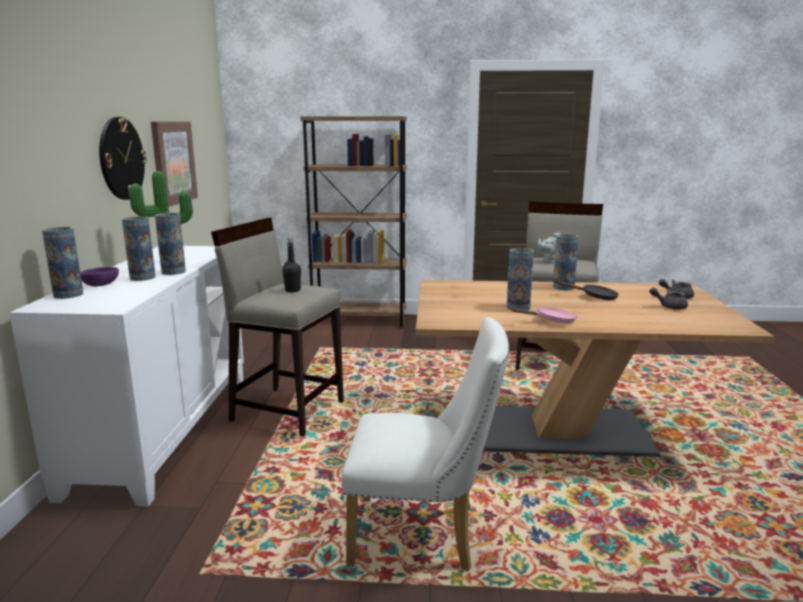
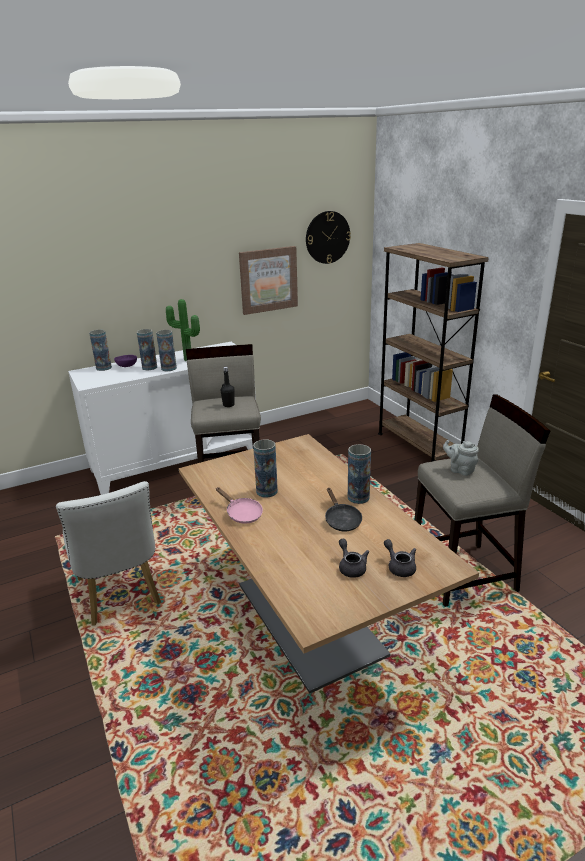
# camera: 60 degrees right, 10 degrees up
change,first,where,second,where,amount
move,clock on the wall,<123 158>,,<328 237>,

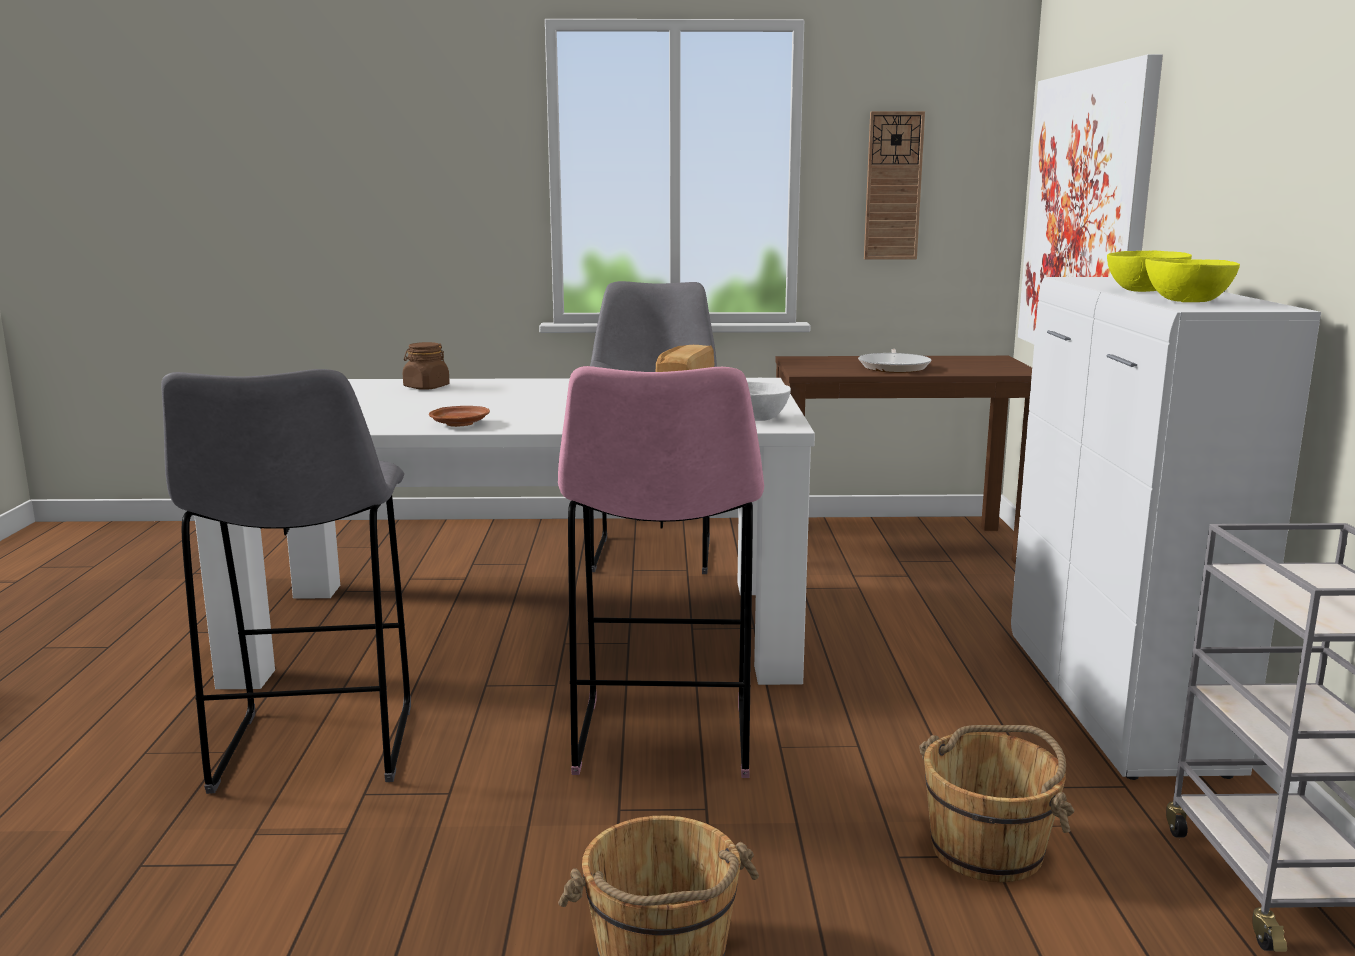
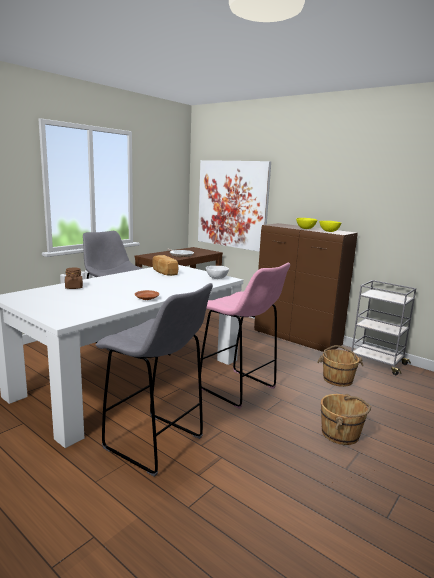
# camera: 50 degrees left, 0 degrees up
change,first,where,second,where,amount
delete,clock on the wall,<894 185>,,,
recolor,storage cabinet (white),<1166 528>,storage cabinet (brown-coloured),<306 287>,

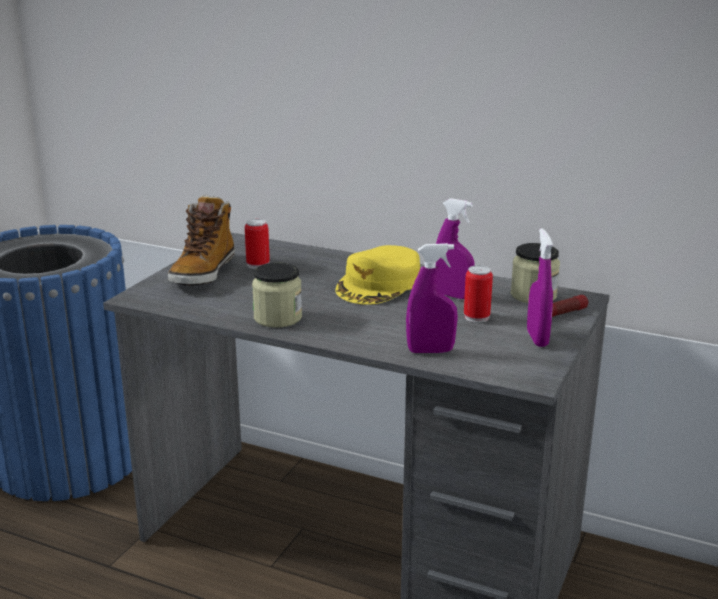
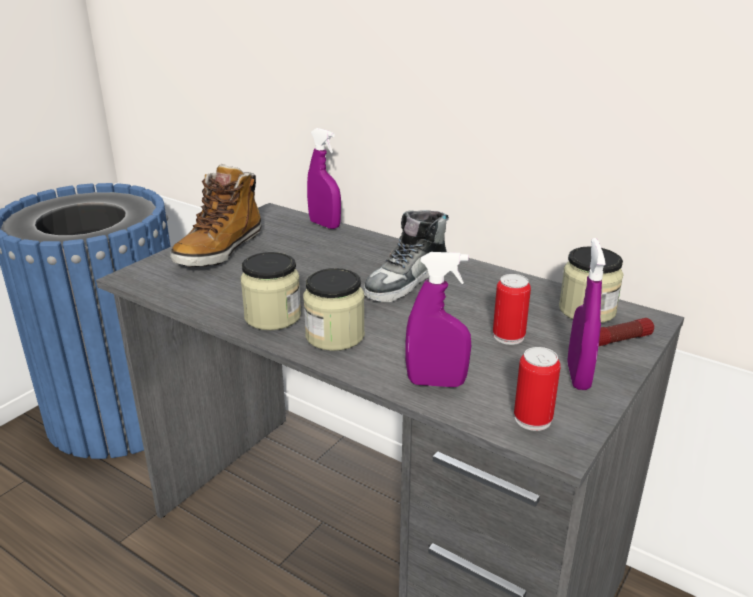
# camera: 10 degrees right, 5 degrees up
change,first,where,second,where,amount
move,sprayer (purple),<455 248>,,<324 178>,
move,metal can,<257 244>,,<537 389>,
replace,baseball cap (yellowish),<378 275>,low shoe,<406 256>,
insert,,,preserve jar,<334 309>,

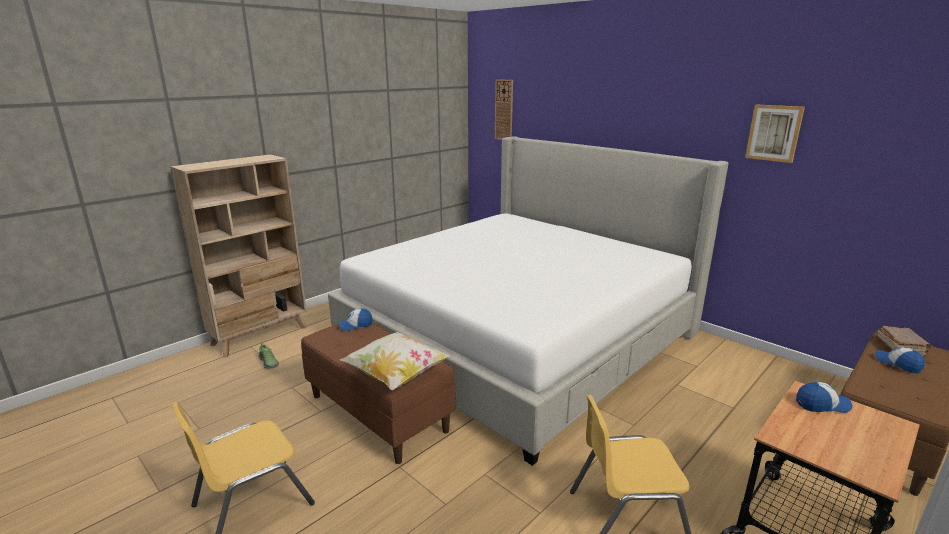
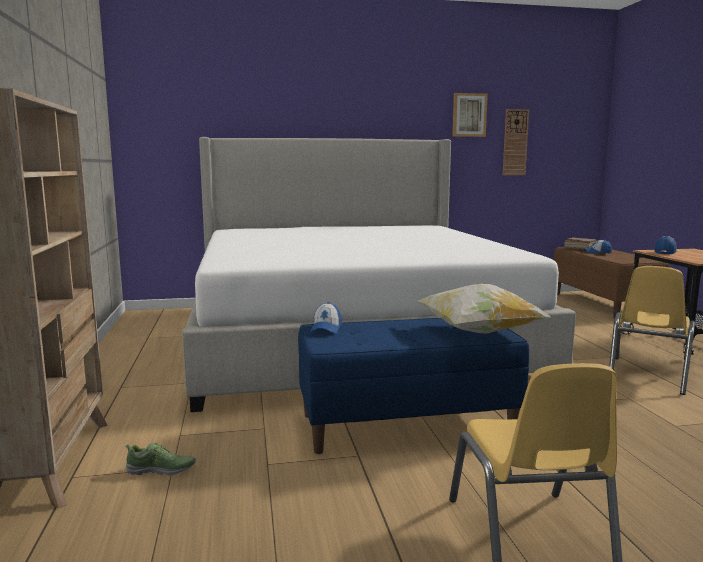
# camera: 55 degrees left, 10 degrees down
change,first,where,second,where,amount
move,clock on the wall,<504 109>,,<516 142>,
recolor,long seat (brown-coloured),<378 393>,long seat (blue-coloured),<413 386>,

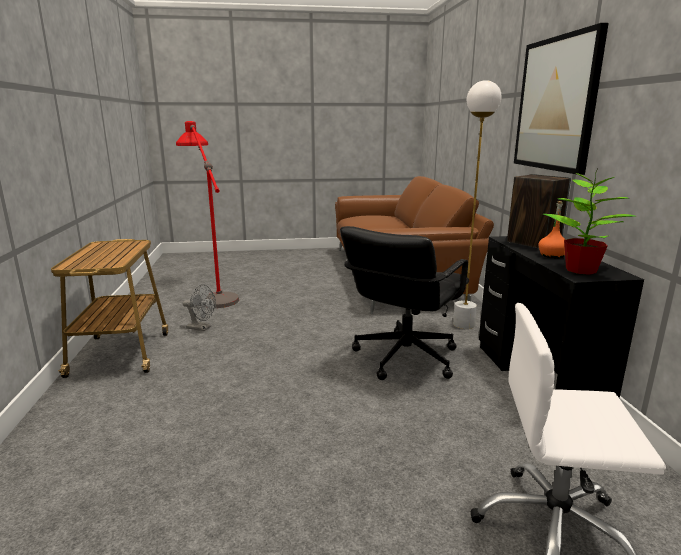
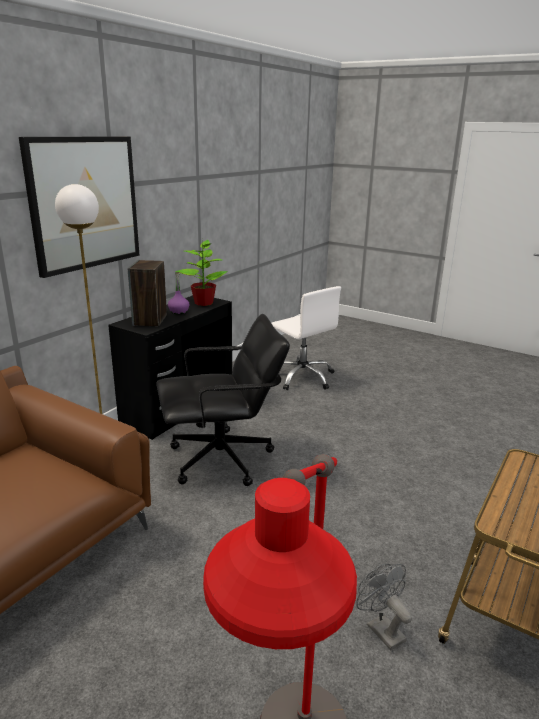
# camera: 140 degrees left, 5 degrees up
change,first,where,second,where,amount
recolor,drink bottle (orange),<552 229>,drink bottle (purple),<178 293>,

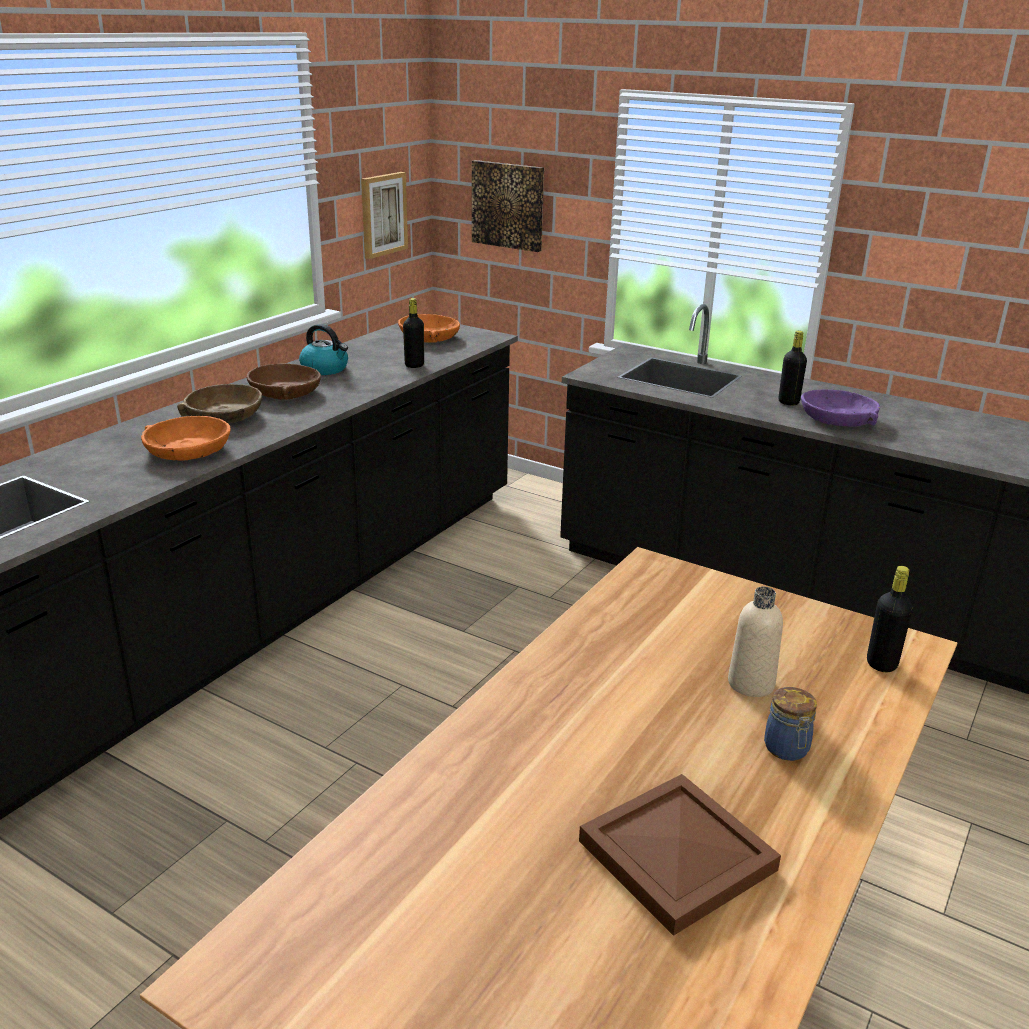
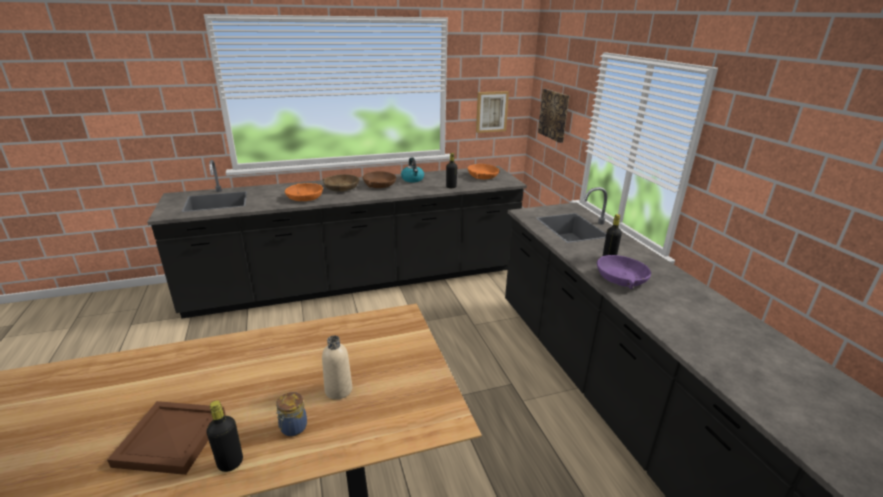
# camera: 40 degrees right, 0 degrees up
change,first,where,second,where,amount
move,drink bottle (black-coloured),<889 619>,,<225 436>,

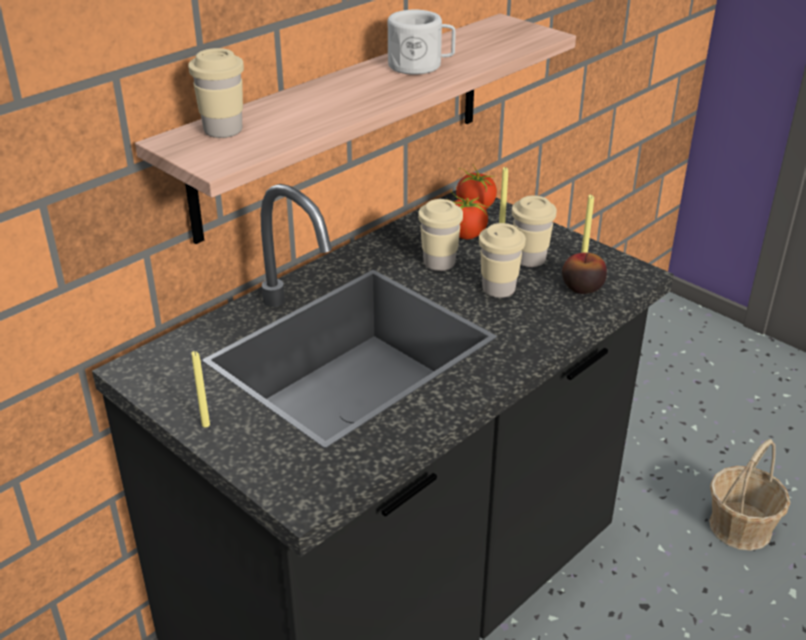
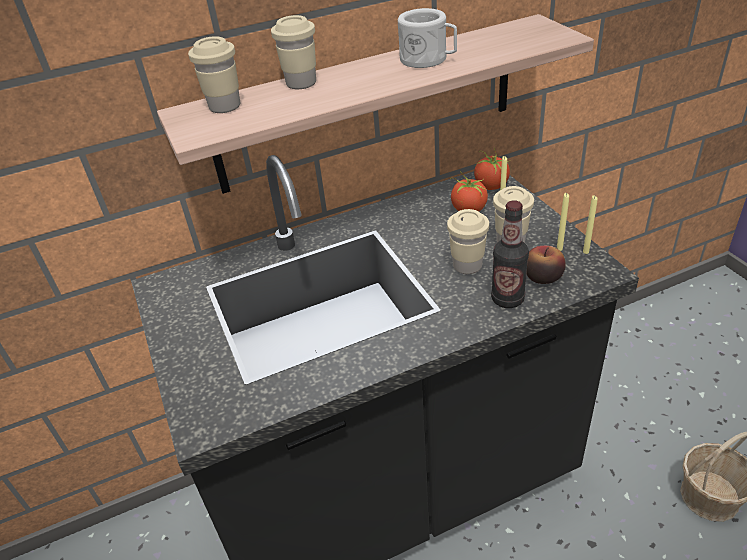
# camera: 25 degrees right, 5 degrees up
change,first,where,second,where,amount
move,small cup (beige),<440 235>,,<293 52>,
move,candle (yellowish),<200 389>,,<590 225>,
insert,,,drink bottle,<510 254>,

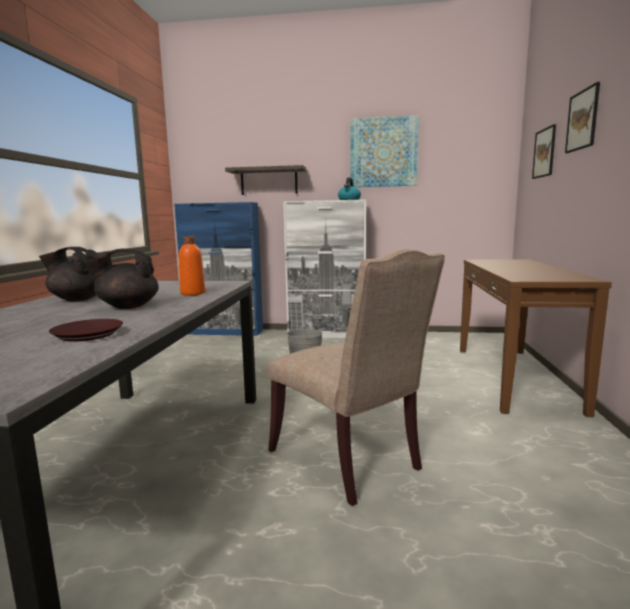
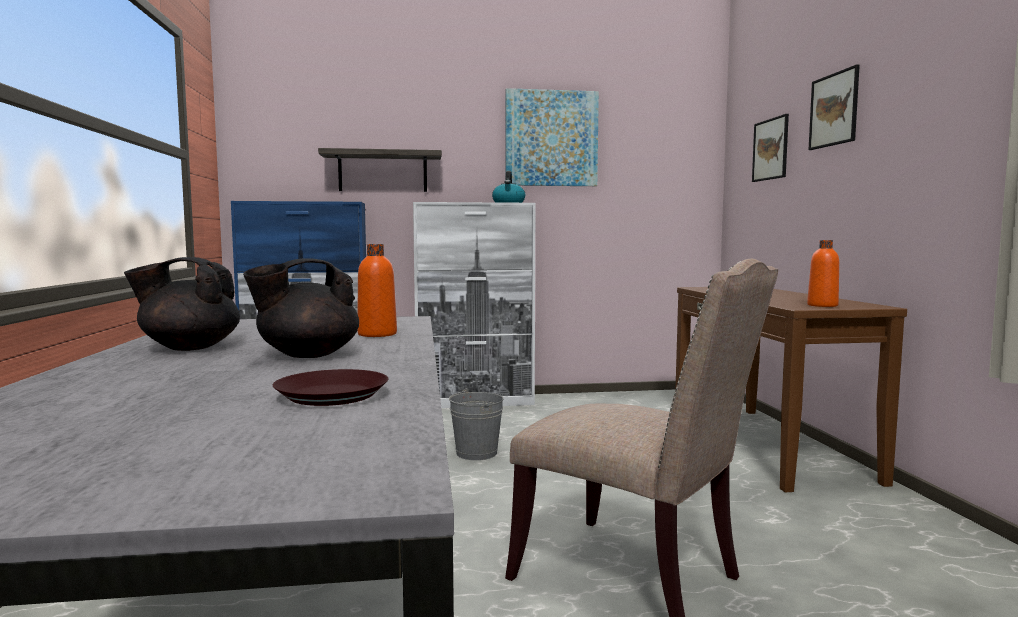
# camera: 15 degrees left, 5 degrees down
change,first,where,second,where,amount
insert,,,drink bottle (orange),<823 273>,

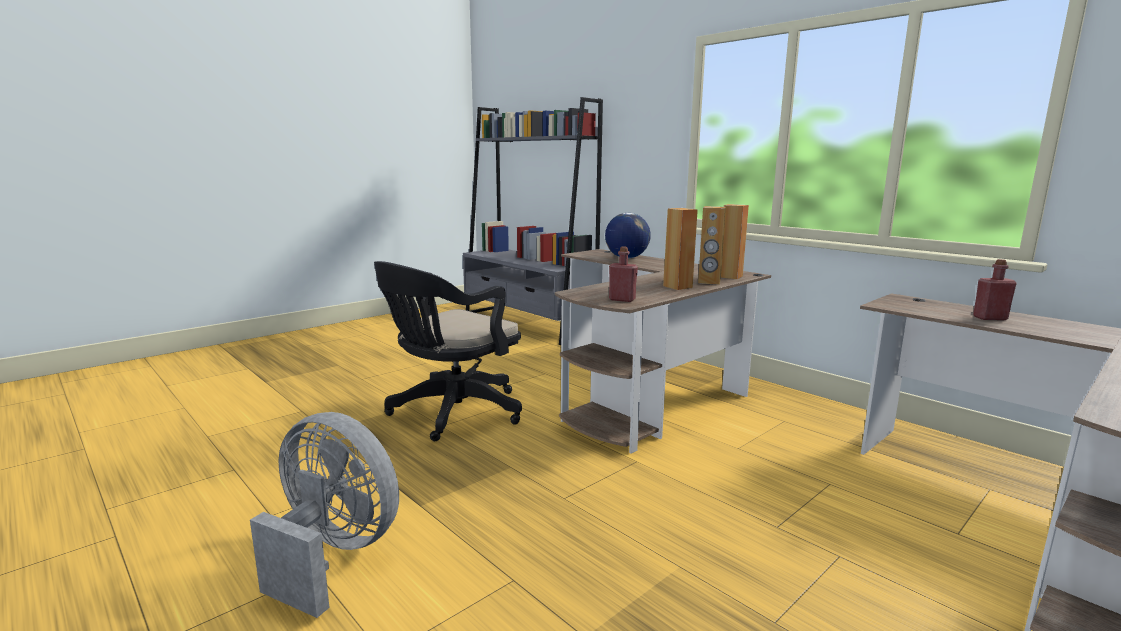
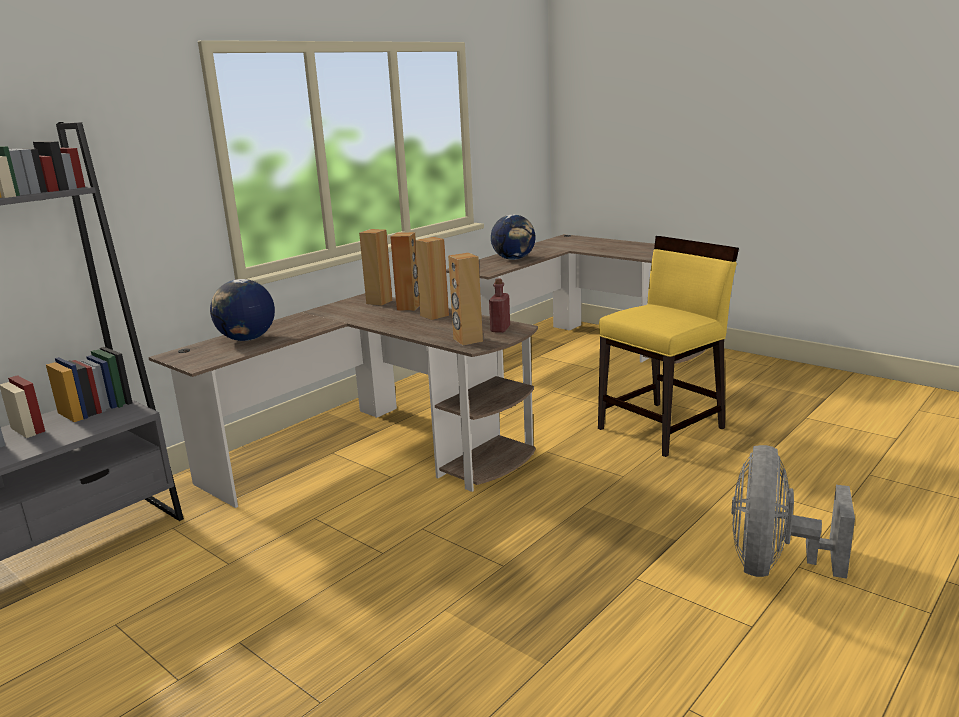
# camera: 95 degrees left, 5 degrees up
change,first,where,second,where,amount
replace,drink bottle (reddish),<995 289>,globe,<513 237>,
delete,computer chair (black-coloured),<448 351>,,,
insert,,,upright chair (yellowish),<668 346>,
insert,,,audio speaker (brown-coloured),<465 299>,

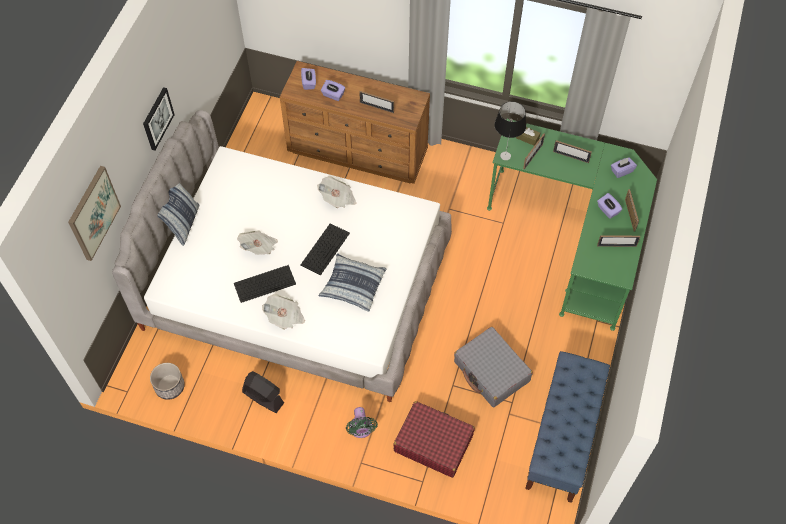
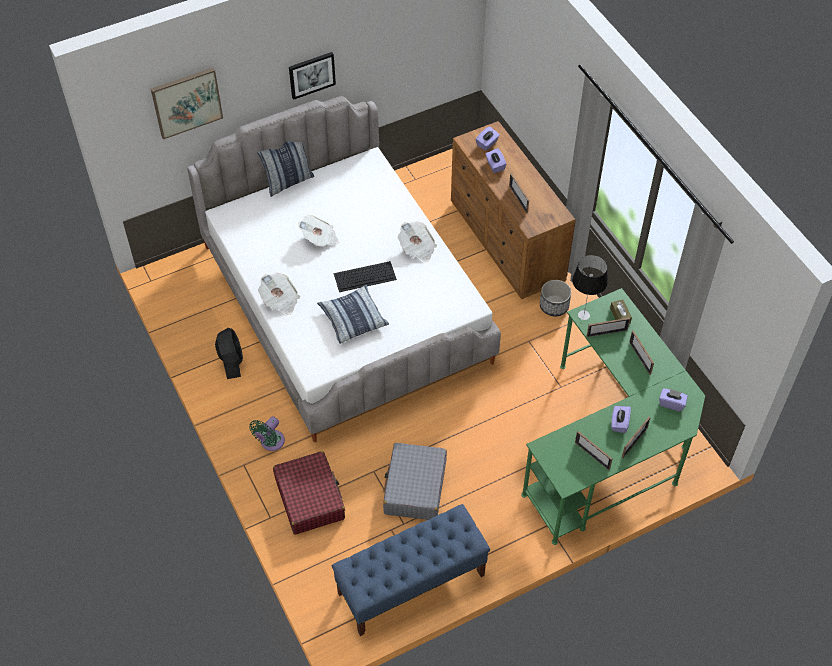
# camera: 45 degrees right, 5 degrees down
change,first,where,second,where,amount
delete,PC keyboard,<265 284>,,,
move,planter,<167 381>,,<555 298>,

